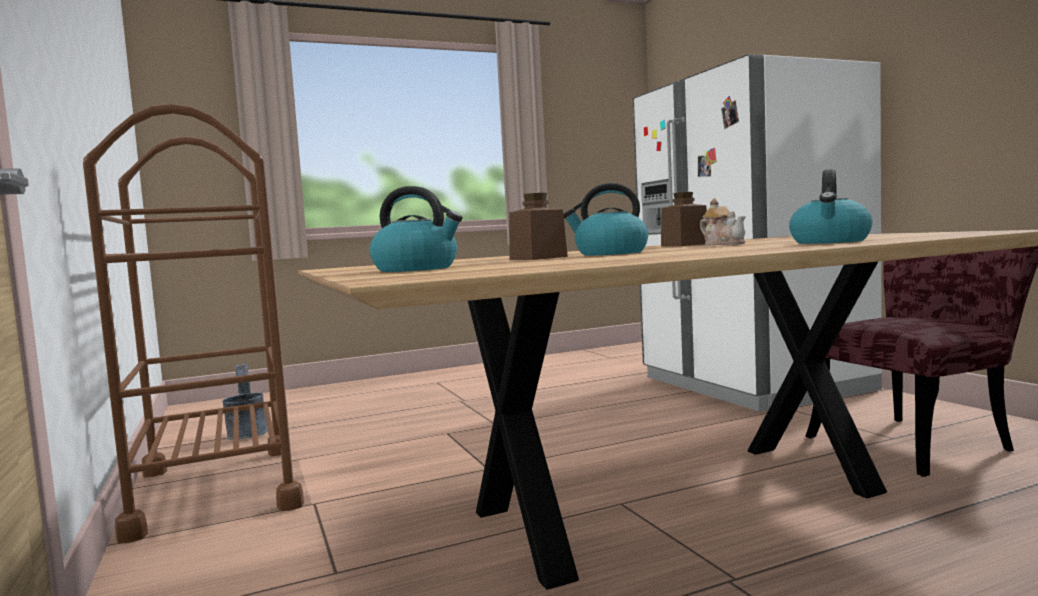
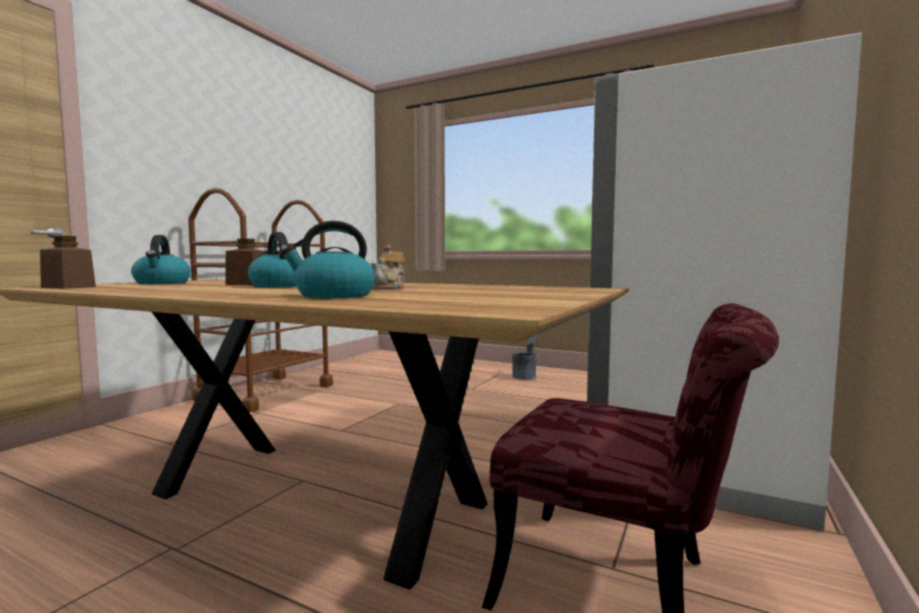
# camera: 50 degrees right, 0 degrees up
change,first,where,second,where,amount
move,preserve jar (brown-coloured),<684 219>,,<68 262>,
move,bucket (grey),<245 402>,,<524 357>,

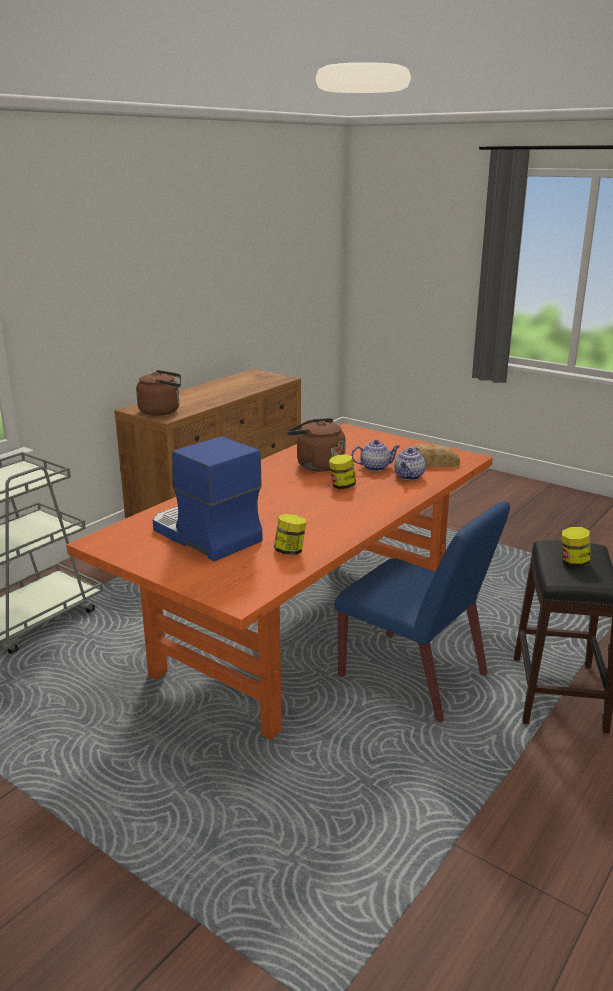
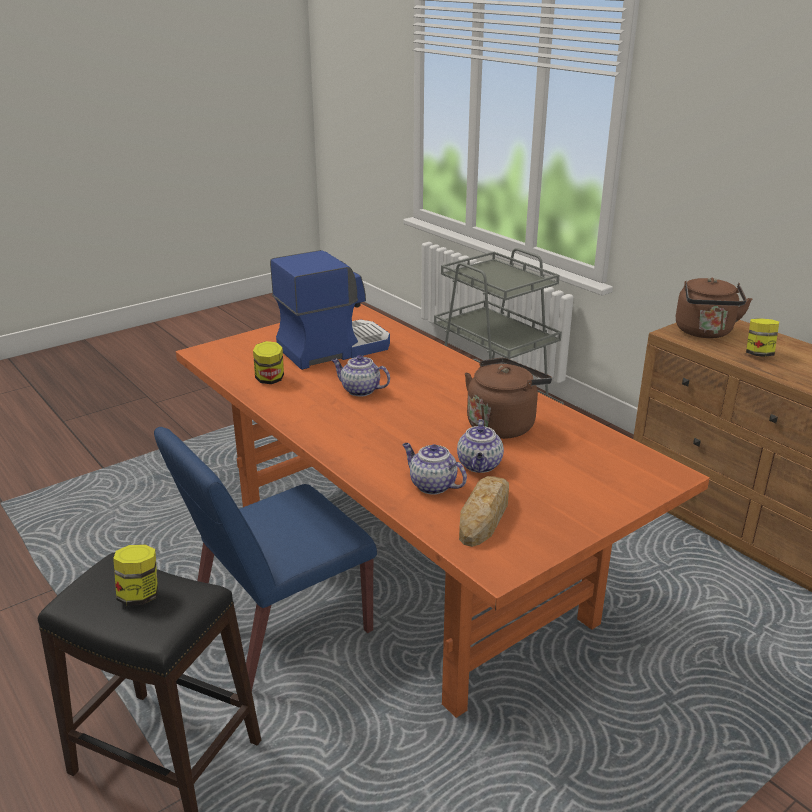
# camera: 105 degrees right, 5 degrees up
change,first,where,second,where,amount
move,preserve jar,<342 471>,,<762 337>,
insert,,,pot for tea,<360 376>,

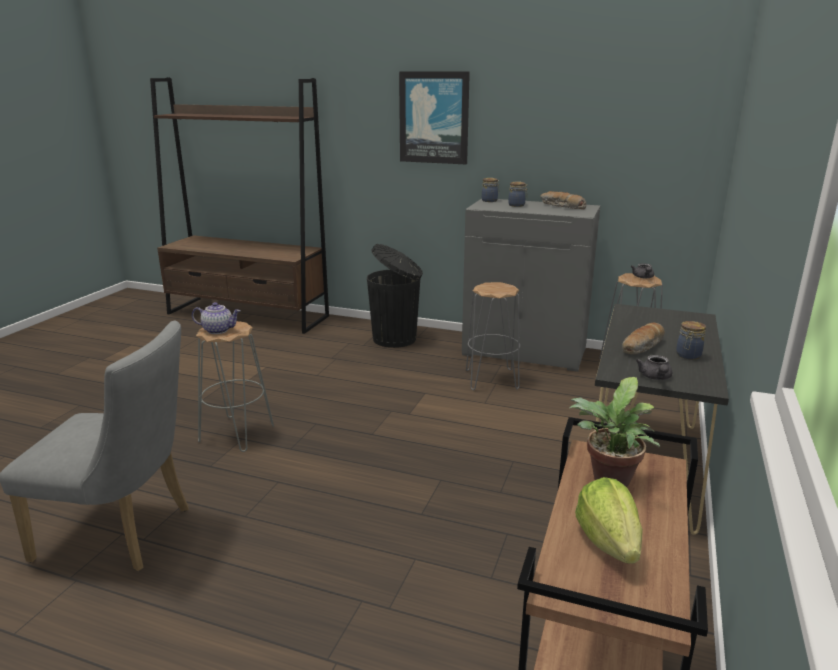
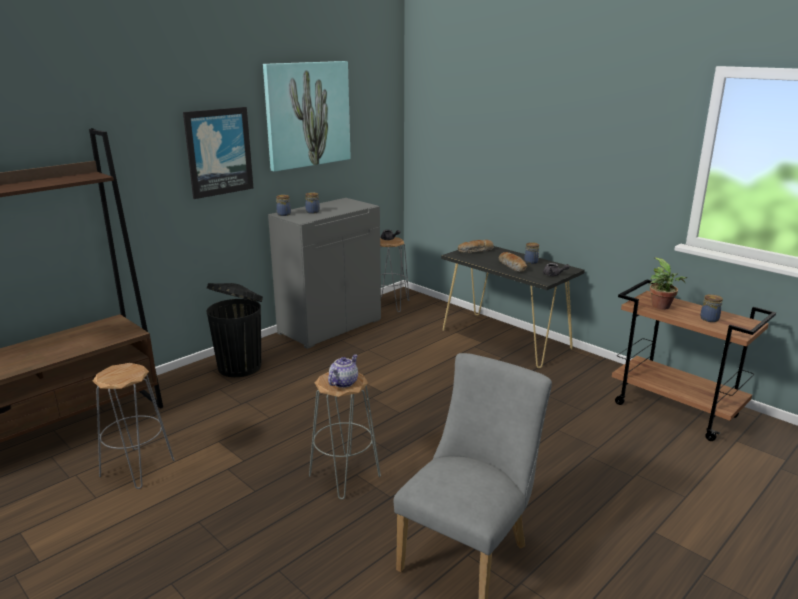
# camera: 65 degrees left, 0 degrees up
change,first,where,second,where,amount
move,bread,<563 200>,,<476 246>,
move,sitting stool (grey),<493 336>,,<133 426>,
replace,lettuce,<609 520>,preserve jar,<711 308>,
insert,,,wall art,<307 116>,

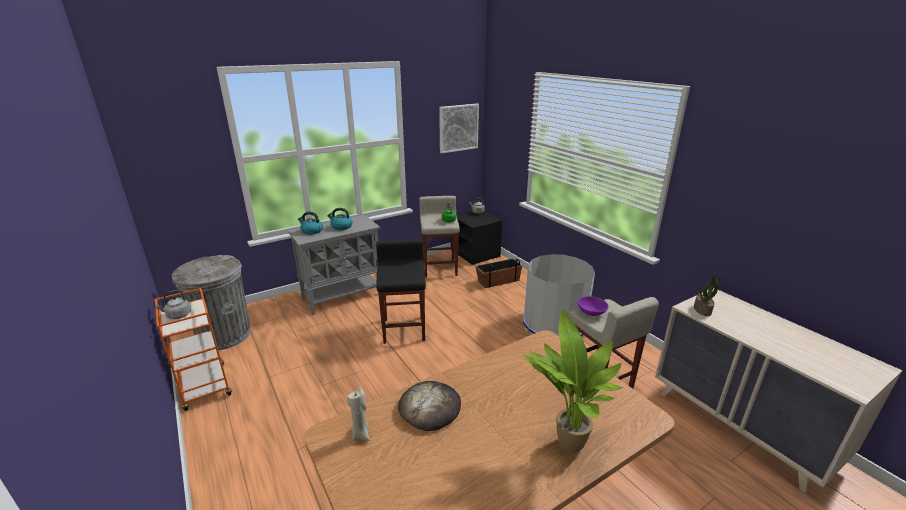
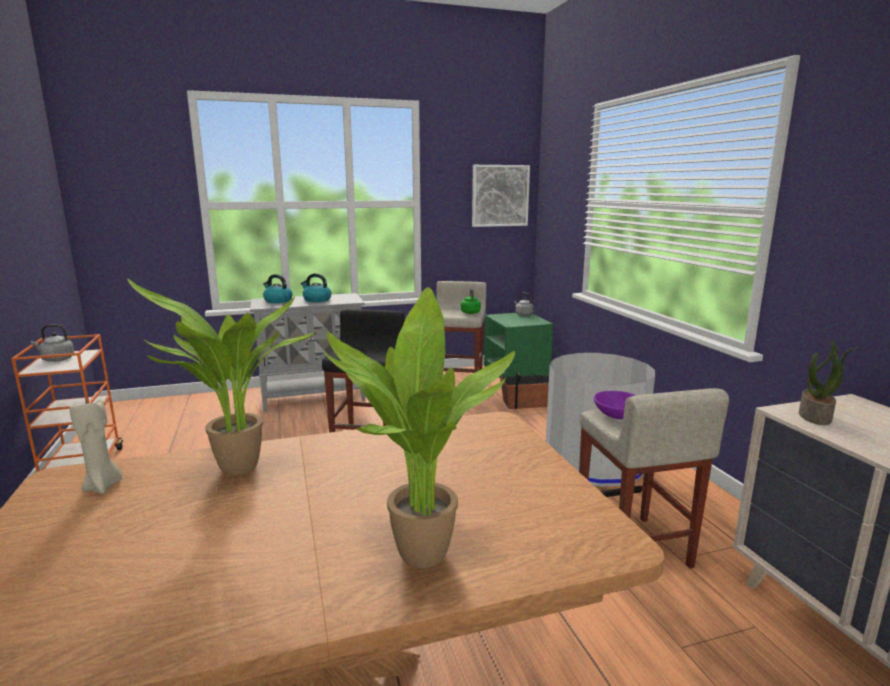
# camera: 15 degrees right, 10 degrees down
change,first,where,second,where,amount
recolor,nightstand (black-coloured),<476 237>,nightstand (green),<518 345>,
delete,rubbish bin (grey),<211 302>,,,
replace,bread,<429 406>,plant in a pot,<222 377>,

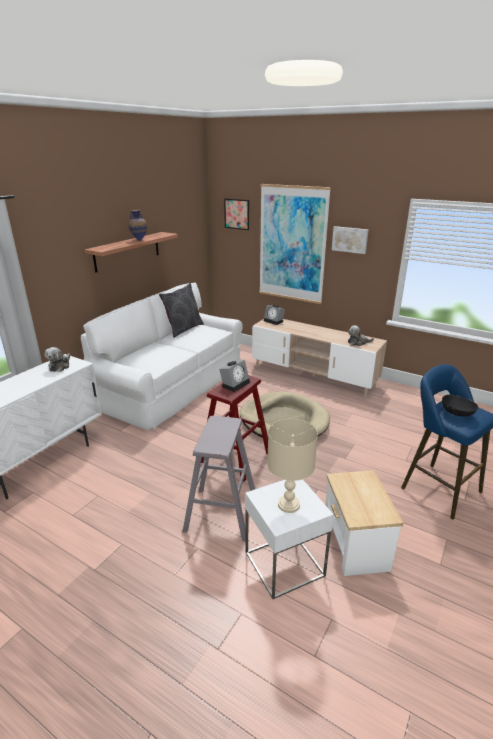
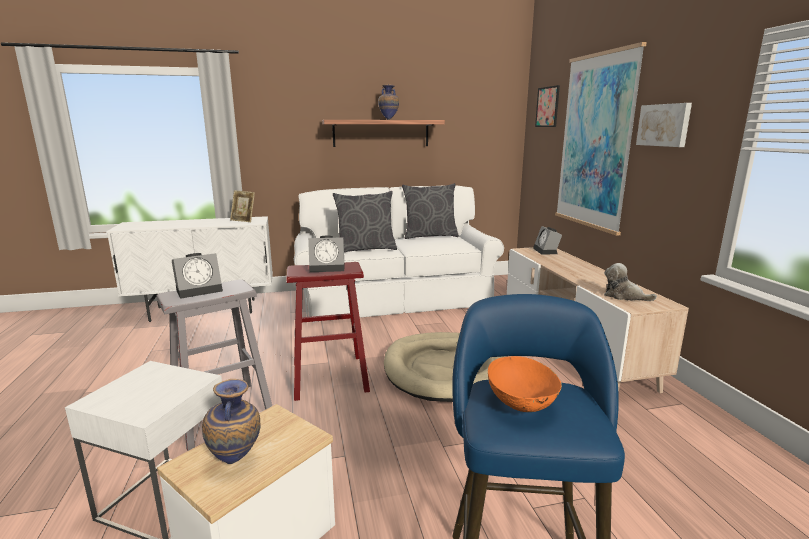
# camera: 45 degrees right, 10 degrees down
change,first,where,second,where,amount
replace,cuddly toy,<57 359>,photo frame,<242 206>,
recolor,deep dish (black-coloured),<460 405>,deep dish (orange),<525 384>,
delete,table lamp (beige),<292 466>,,,
insert,,,throw pillow (grey),<365 221>,
insert,,,alarm clock,<197 276>,
insert,,,vase,<231 421>,

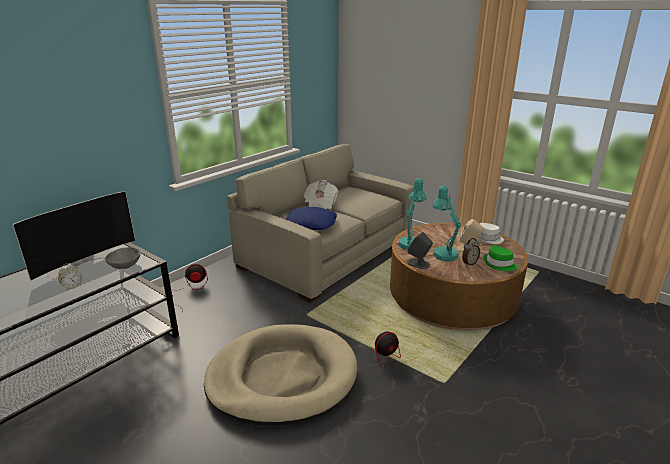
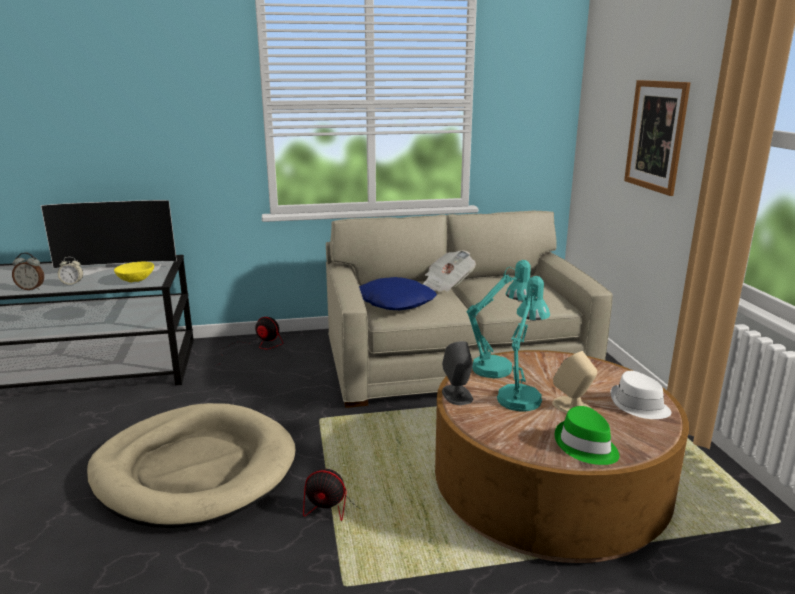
# camera: 40 degrees right, 5 degrees down
change,first,where,second,where,amount
move,alarm clock,<471 252>,,<28 271>,
recolor,deep dish (grey),<122 258>,deep dish (yellowish),<134 271>,
insert,,,wall art,<657 138>,

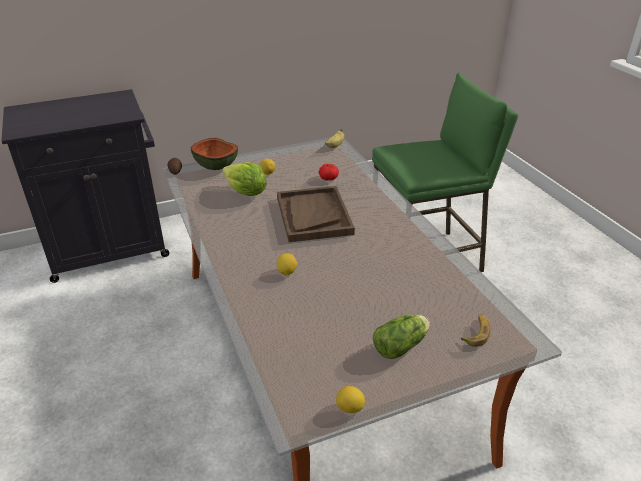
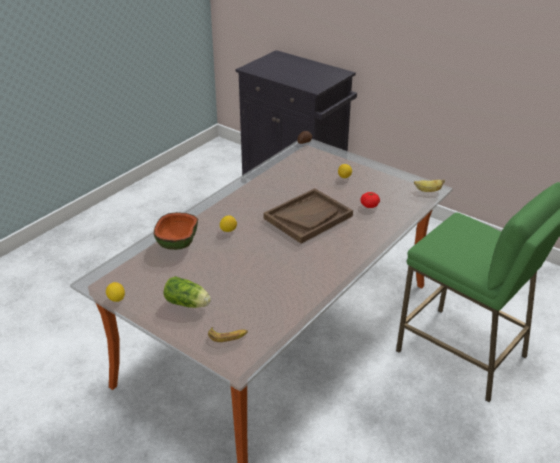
# camera: 60 degrees right, 0 degrees up
change,first,where,second,where,amount
move,deep dish,<214 154>,,<176 231>,
delete,lettuce,<244 179>,,,

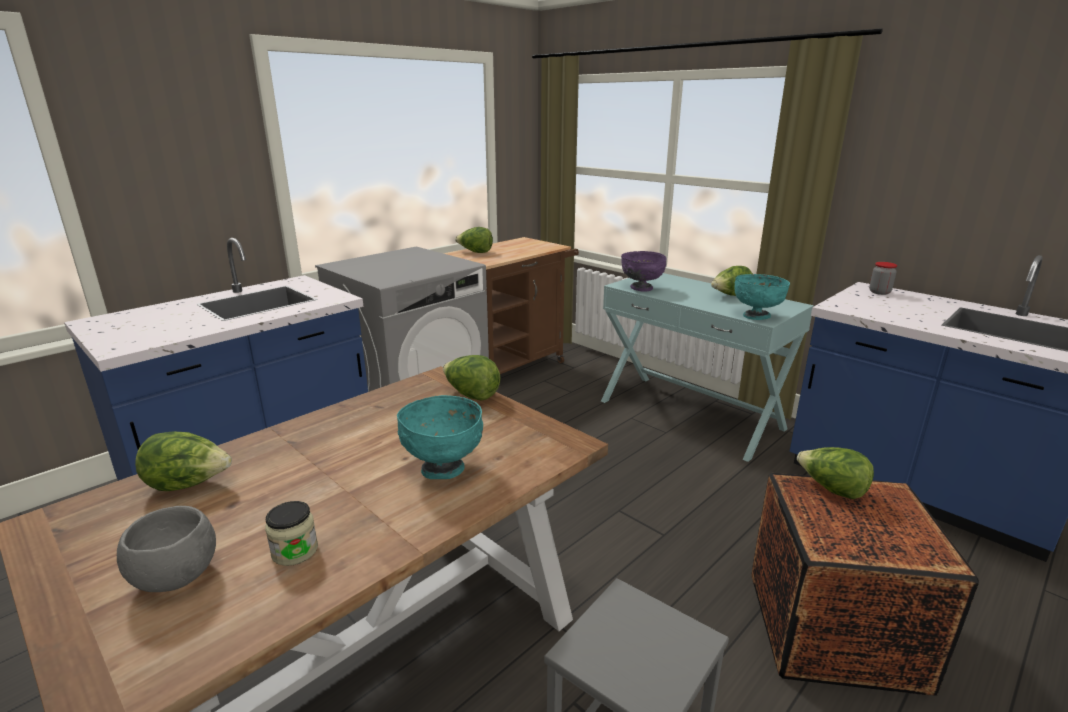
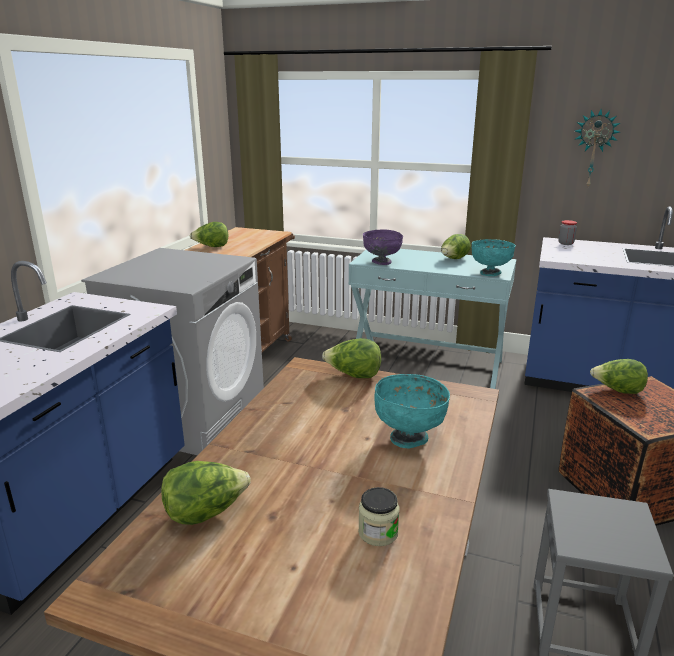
# camera: 25 degrees left, 0 degrees up
change,first,where,second,where,amount
delete,deep dish (grey),<166 549>,,,
insert,,,clock on the wall,<597 148>,

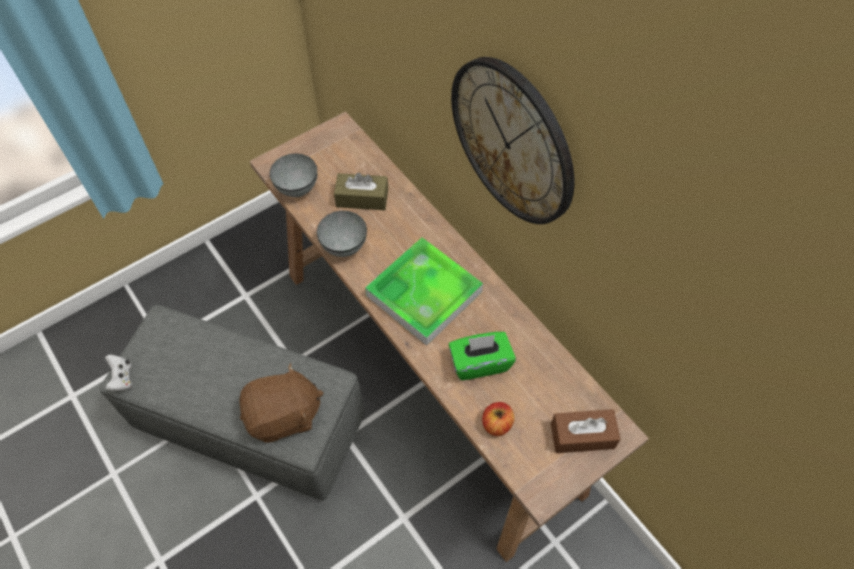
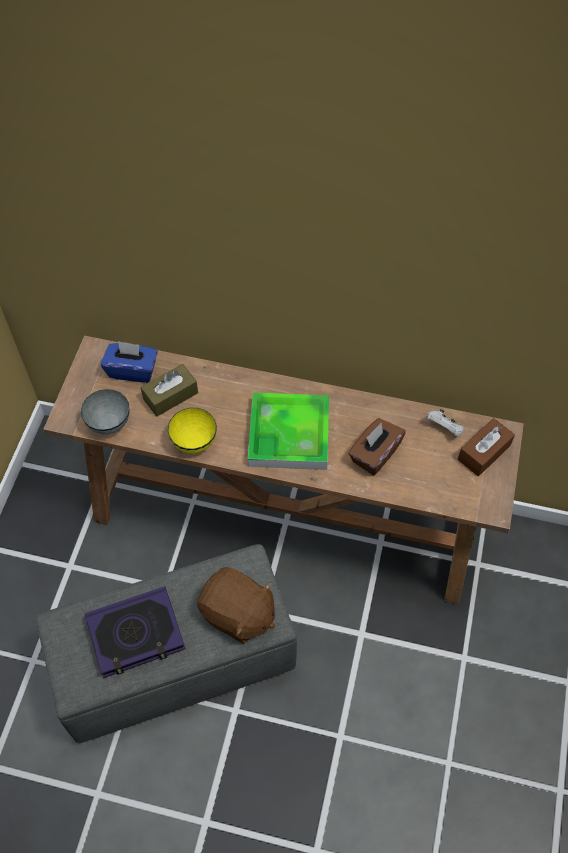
# camera: 40 degrees left, 0 degrees up
change,first,where,second,where,amount
delete,clock on the wall,<512 140>,,,
recolor,deep dish (grey),<342 234>,deep dish (yellowish),<192 431>,
recolor,box of tissues (green),<482 356>,box of tissues (brown-coloured),<377 446>,
move,game controller (white),<118 373>,,<445 422>,
rotate,cuddly toy (brown-coloured),<282 402>,,<236 605>,90 degrees clockwise
delete,whole apple,<498 419>,,,
insert,,,box of tissues (blue-coloured),<129 362>,
insert,,,bound book,<135 632>,

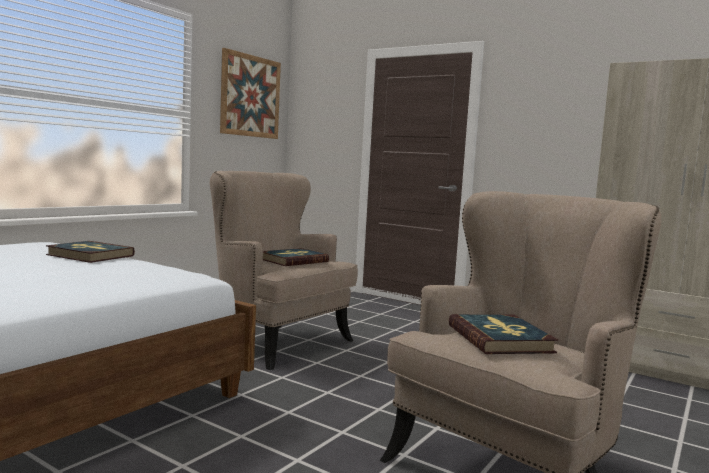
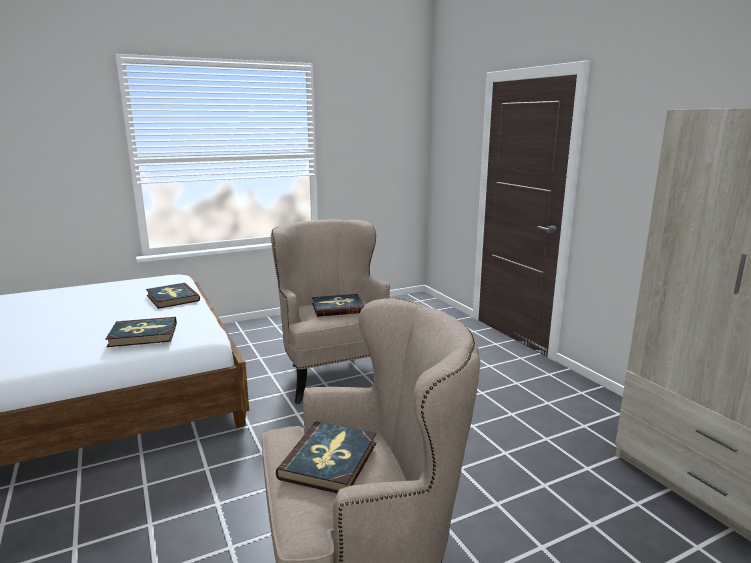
# camera: 30 degrees right, 10 degrees up
change,first,where,second,where,amount
delete,wall art,<250 93>,,,
insert,,,bound book,<141 332>,

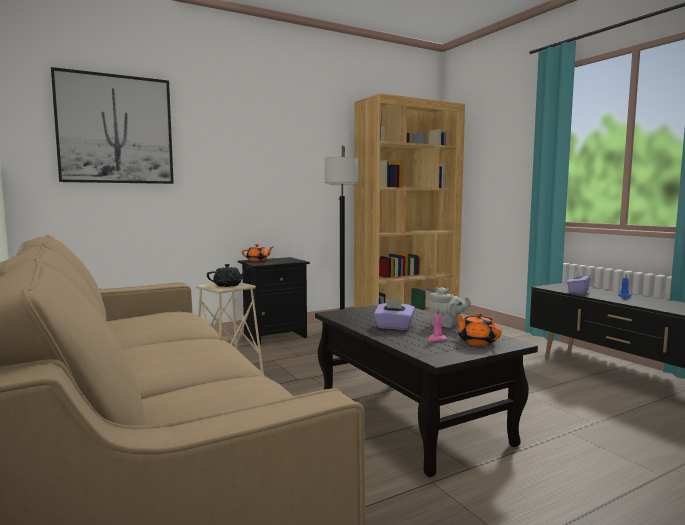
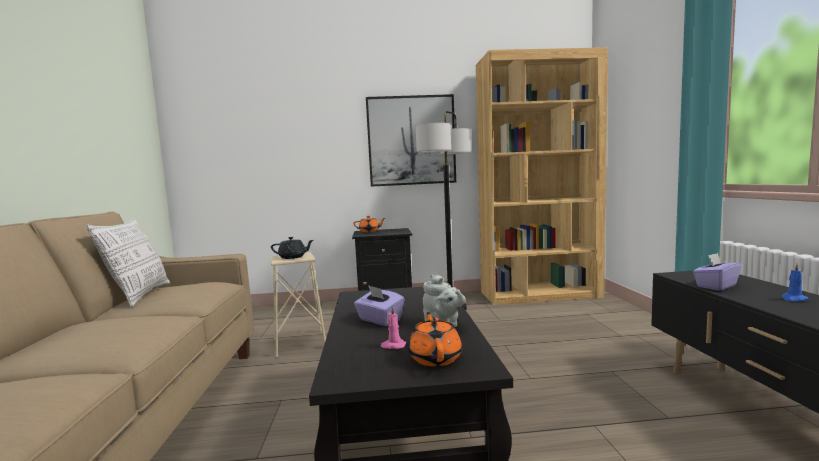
# camera: 25 degrees right, 0 degrees up
change,first,where,second,where,amount
move,wall art,<112 125>,,<411 140>,
insert,,,throw pillow,<128 262>,

